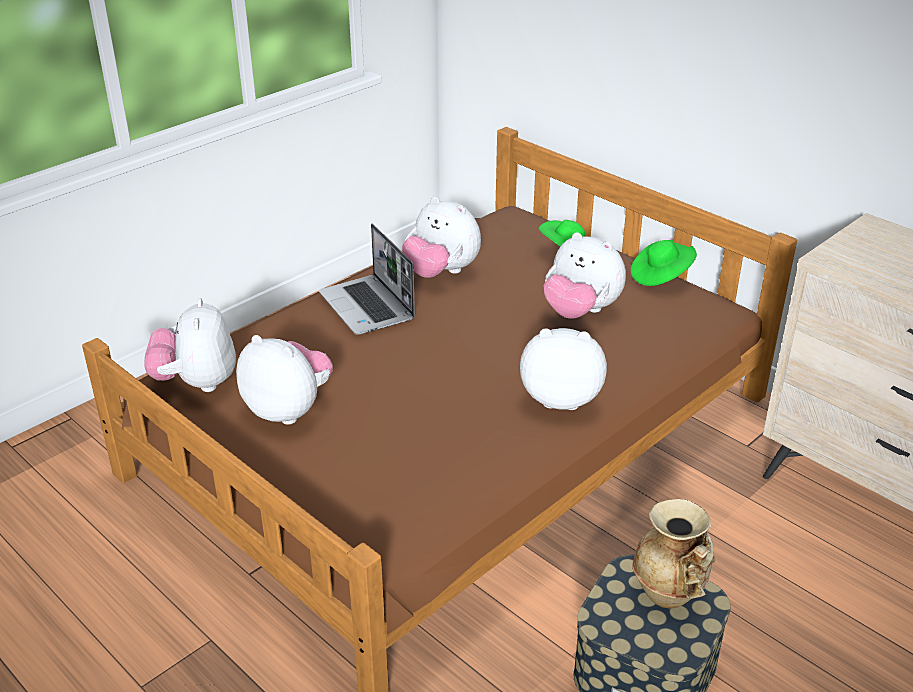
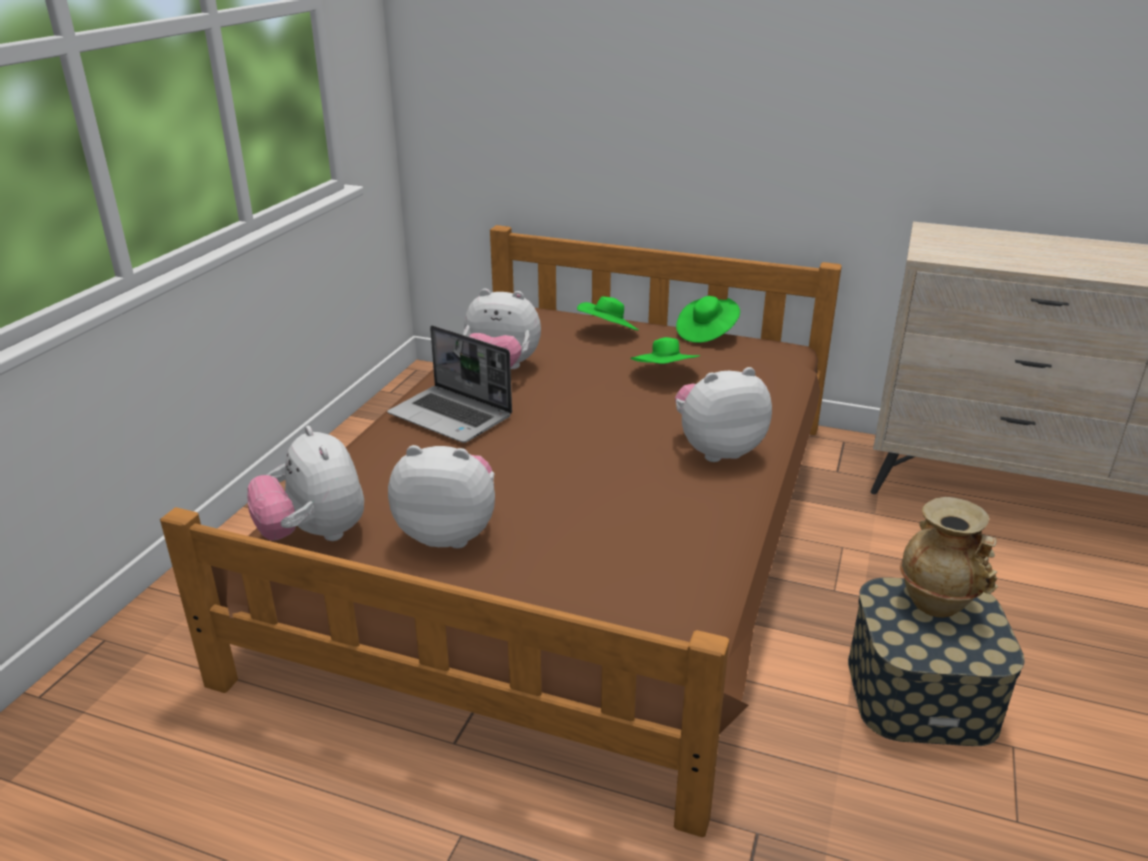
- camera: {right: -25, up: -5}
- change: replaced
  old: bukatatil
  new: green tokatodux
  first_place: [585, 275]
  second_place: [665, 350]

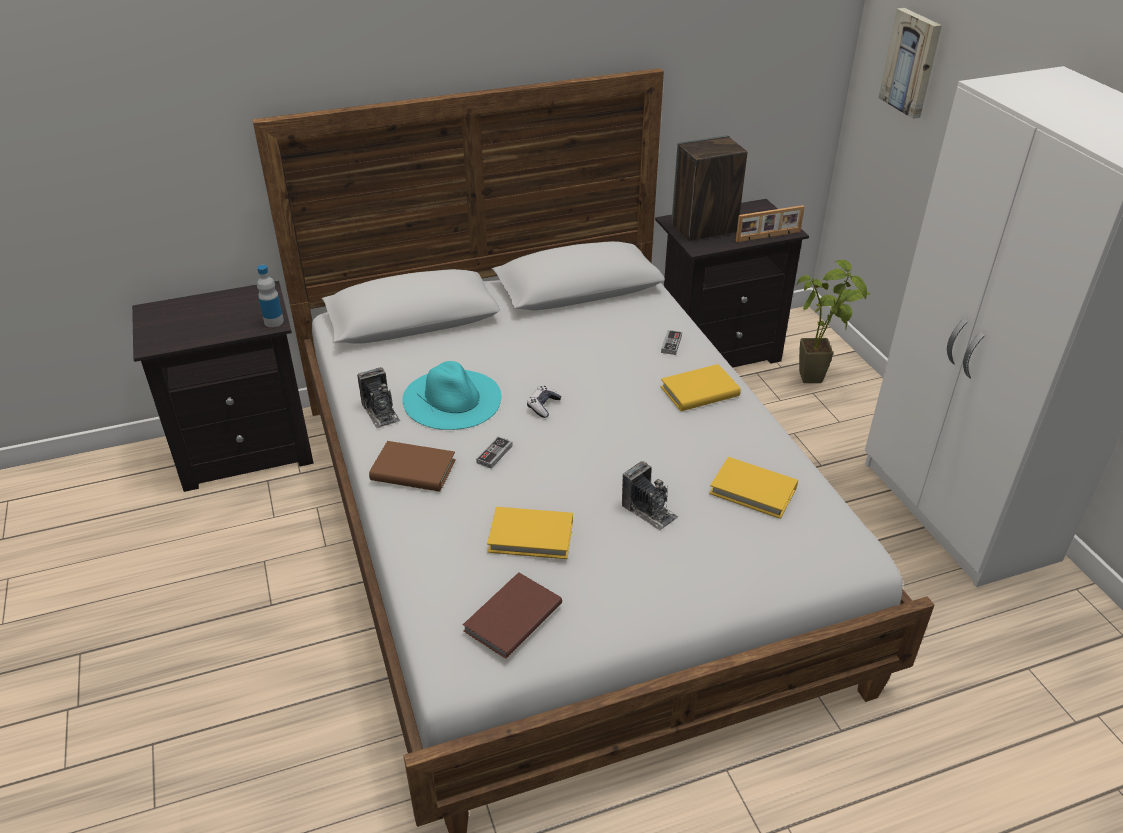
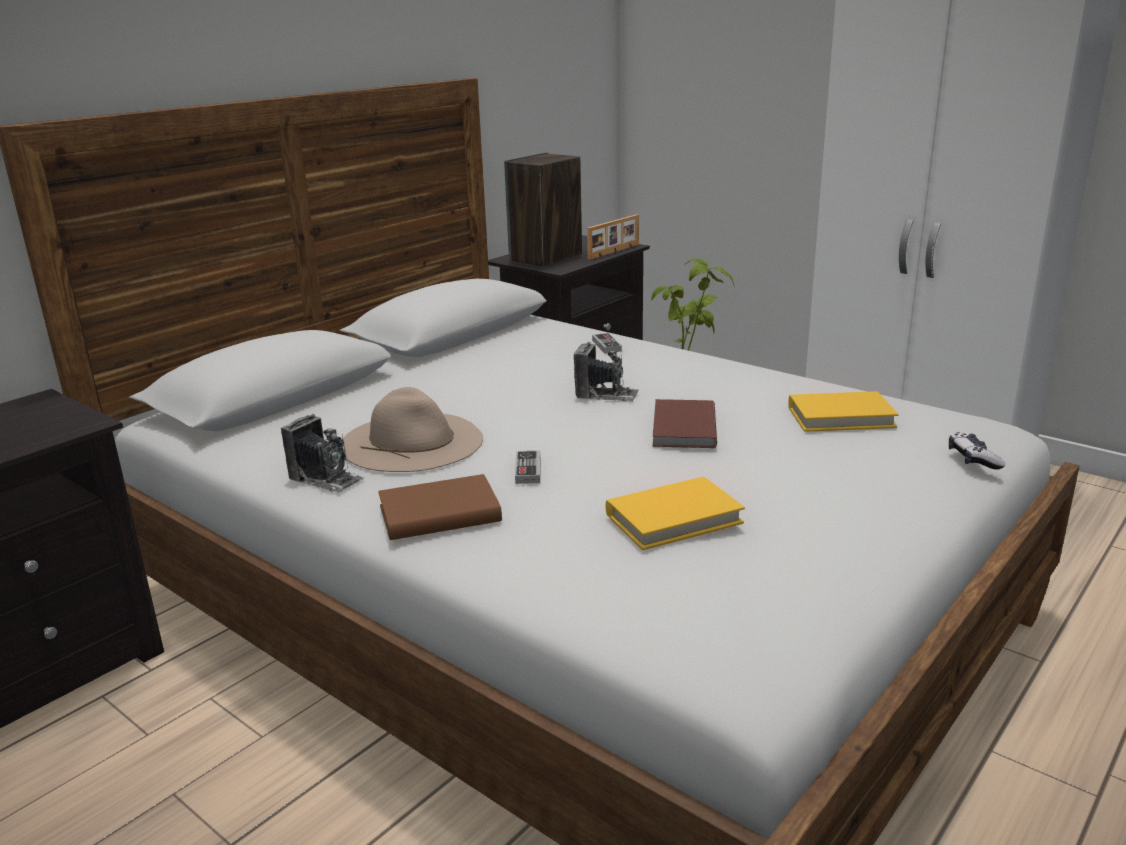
- camera: {right: -30, up: -15}
- change: removed
  old: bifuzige
  first_place: [270, 296]
- change: removed
  old: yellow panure
  first_place: [700, 387]
- change: removed
  old: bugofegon
  first_place: [910, 63]
- change: moved
  old: brown panure
  first_place: [512, 615]
  second_place: [684, 423]
- change: moved
  old: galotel
  first_place: [544, 402]
  second_place: [977, 450]
- change: moved
  old: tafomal
  first_place: [650, 496]
  second_place: [606, 372]
- change: recoloured
  old: turquoise tokatodux
  new: beige tokatodux
  first_place: [451, 395]
  second_place: [412, 429]

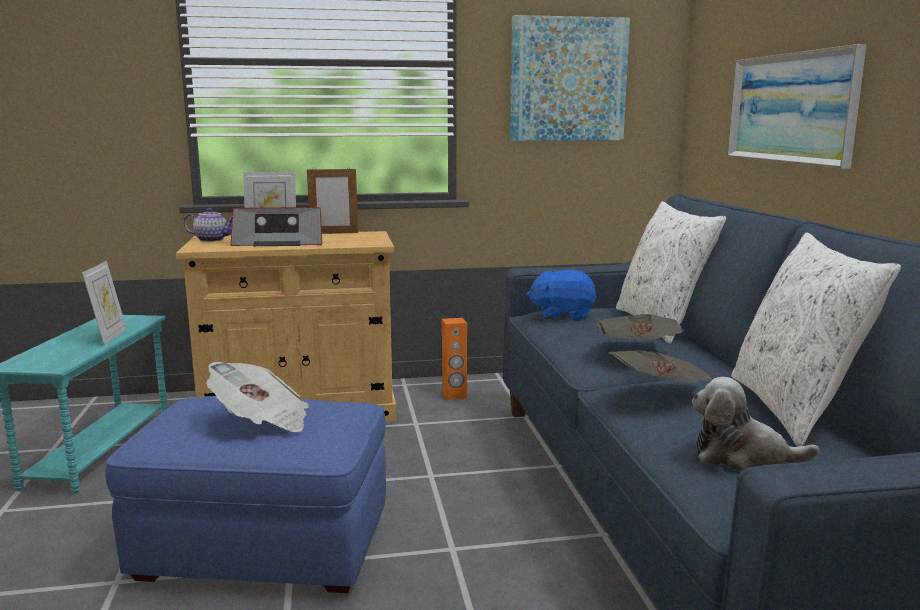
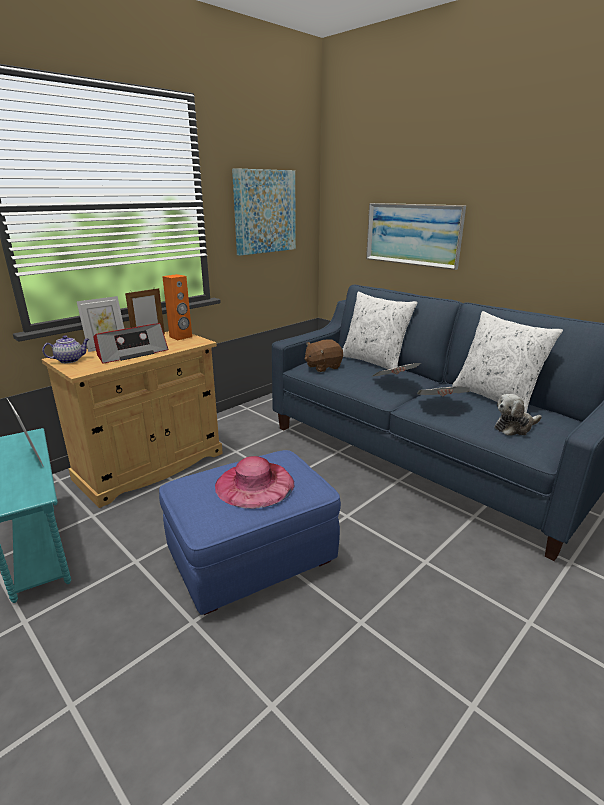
- camera: {right: -35, up: 10}
- change: moved
  old: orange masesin
  first_place: [454, 359]
  second_place: [177, 307]
- change: replaced
  old: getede
  new: pink tokatodux
  first_place: [257, 397]
  second_place: [254, 482]
- change: recoloured
  old: blue bukatatil
  new: brown bukatatil
  first_place: [561, 295]
  second_place: [324, 355]

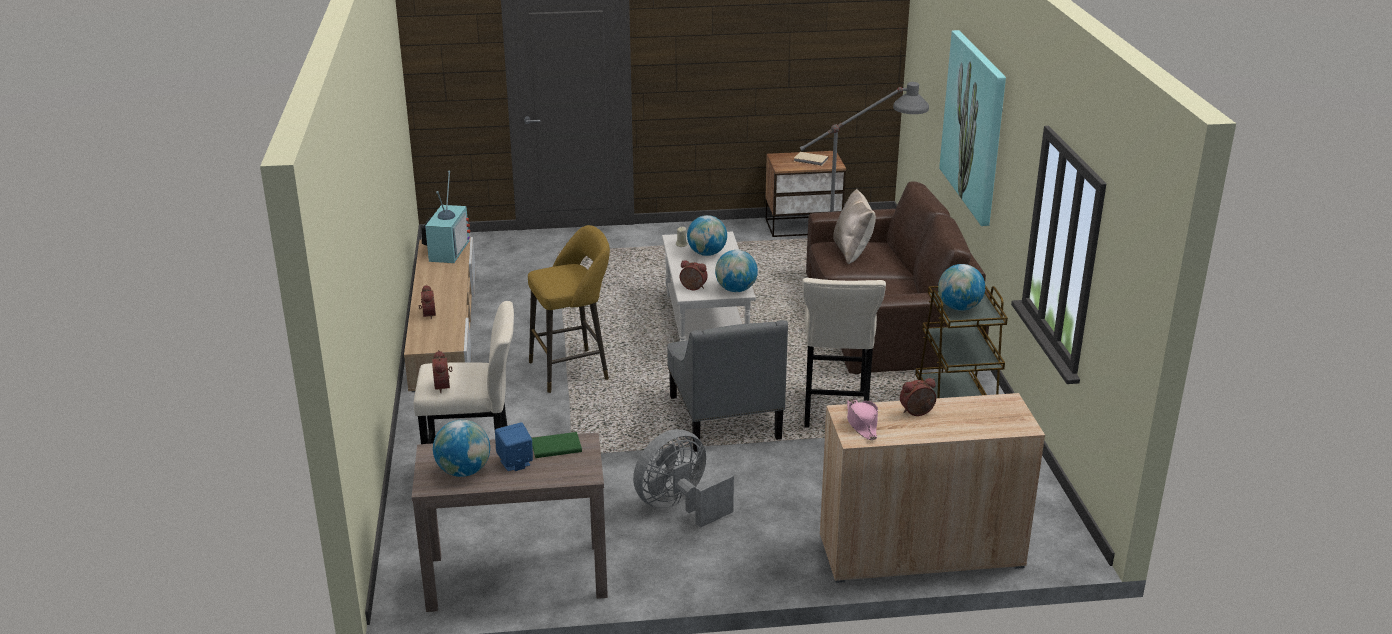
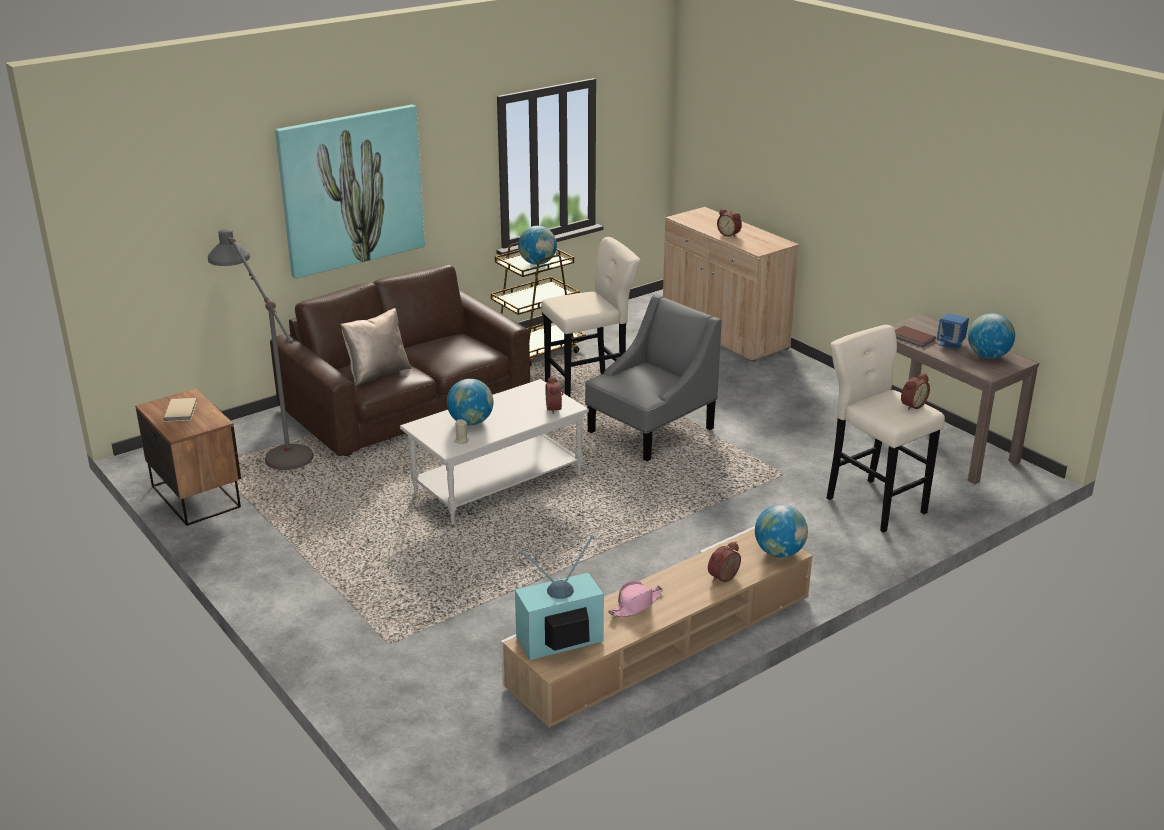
- camera: {right: -120, up: 0}
- change: removed
  old: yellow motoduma
  first_place: [569, 309]
- change: removed
  old: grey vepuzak
  first_place: [683, 478]
- change: moved
  old: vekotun
  first_place: [736, 271]
  second_place: [781, 530]
- change: moved
  old: pink tokatodux
  first_place: [862, 419]
  second_place: [635, 599]
- change: recoloured
  old: green panure
  new: brown panure
  first_place: [557, 445]
  second_place: [915, 336]

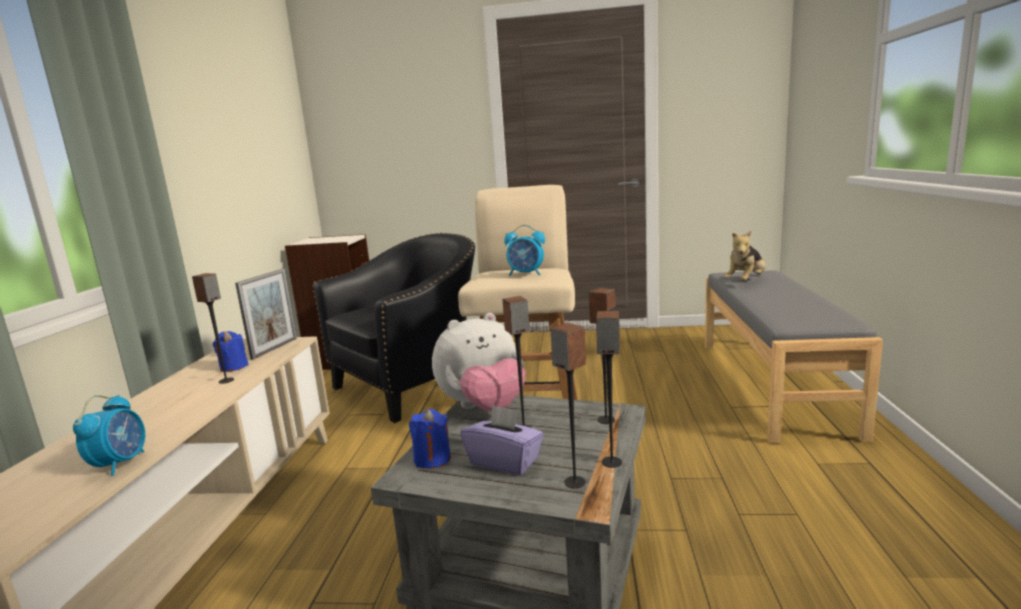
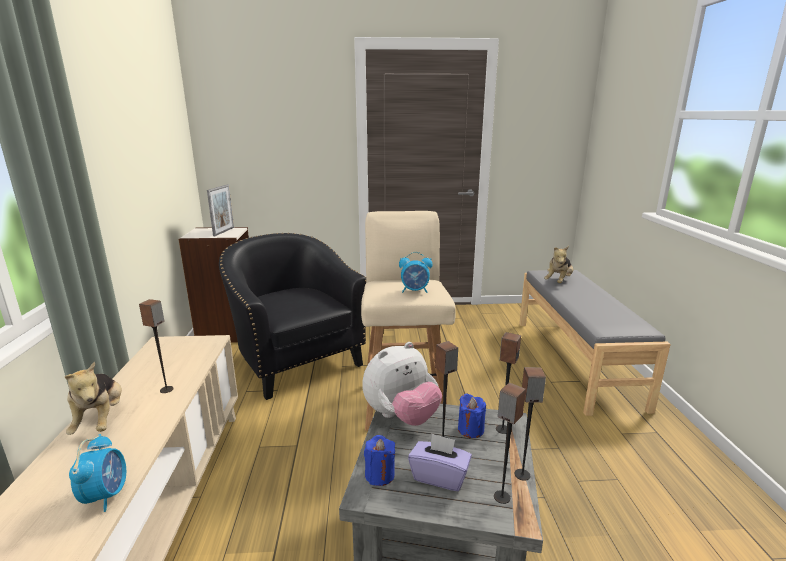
- camera: {right: -10, up: 5}
- change: added
  new: bukatatil
  second_place: [93, 398]
- change: moved
  old: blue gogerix
  first_place: [231, 351]
  second_place: [472, 415]
- change: moved
  old: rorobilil
  first_place: [266, 314]
  second_place: [220, 210]
- change: turned
  old: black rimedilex
  first_place: [394, 328]
  second_place: [292, 316]
  degrees: -75

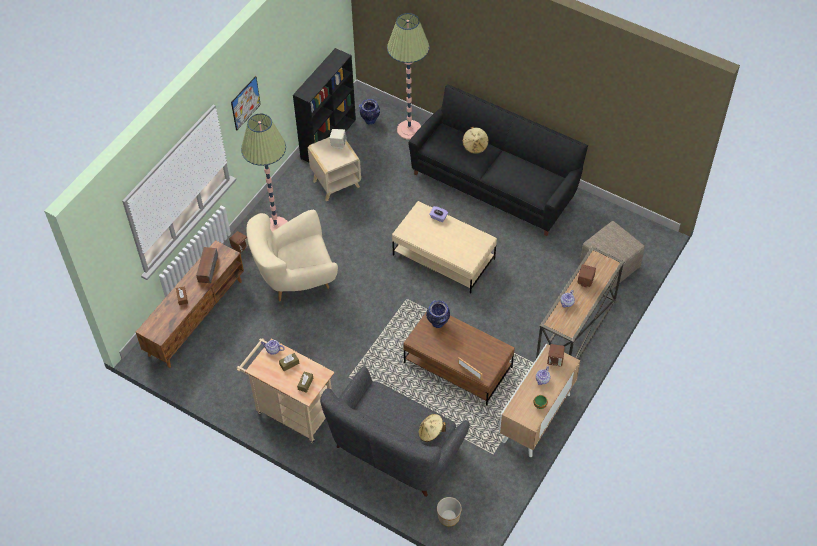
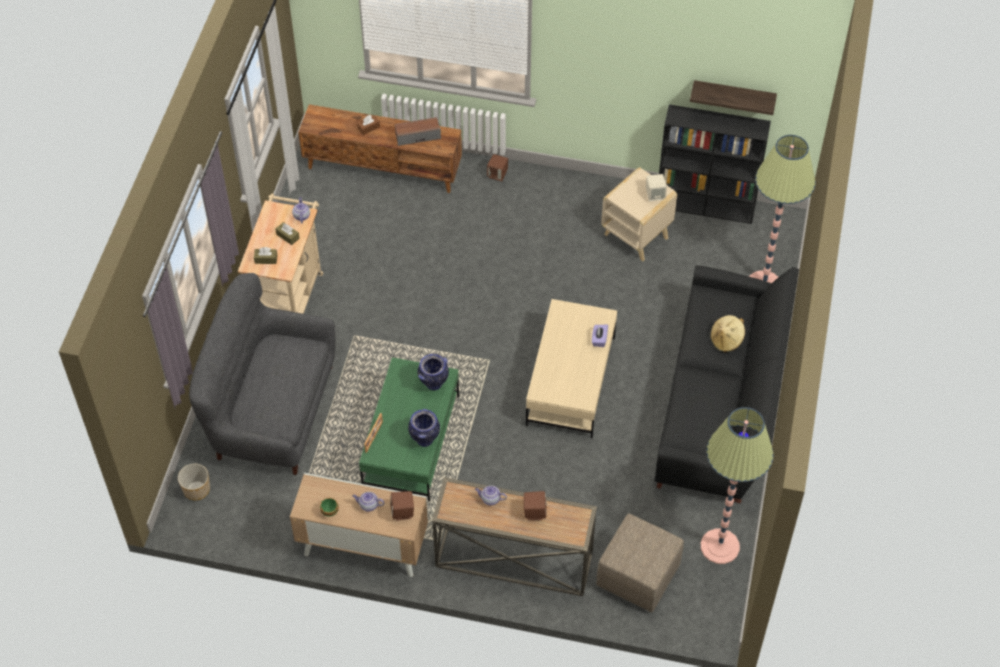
- camera: {right: 70, up: 0}
- change: removed
  old: bugofegon
  first_place: [246, 103]
- change: removed
  old: beige rimedilex
  first_place: [292, 256]
- change: removed
  old: beige tokatodux
  first_place: [432, 428]
- change: added
  new: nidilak
  second_place: [733, 97]
- change: moved
  old: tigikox
  first_place: [264, 172]
  second_place: [737, 485]
- change: moved
  old: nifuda
  first_place: [369, 112]
  second_place: [424, 428]
- change: recoloured
  old: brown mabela
  new: green mabela
  first_place: [459, 358]
  second_place: [409, 429]

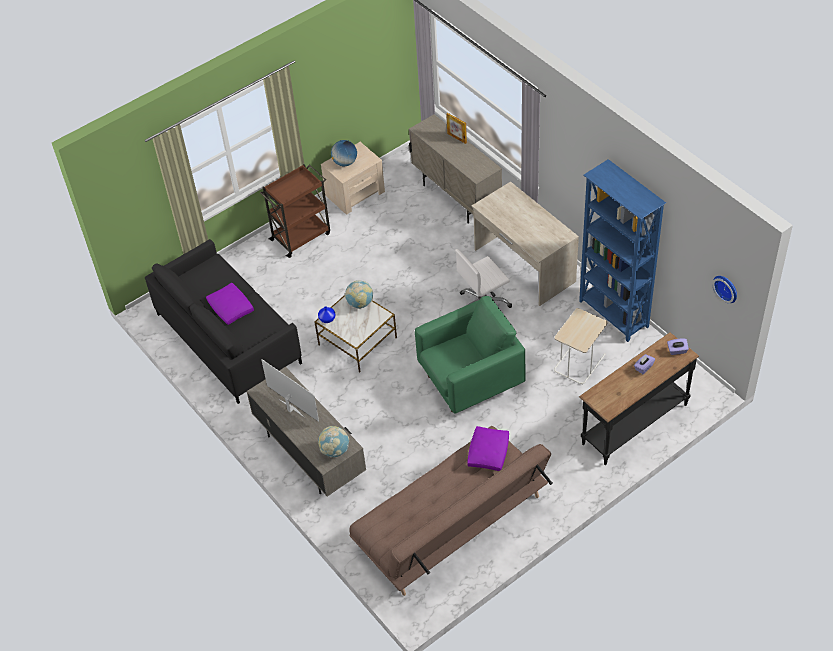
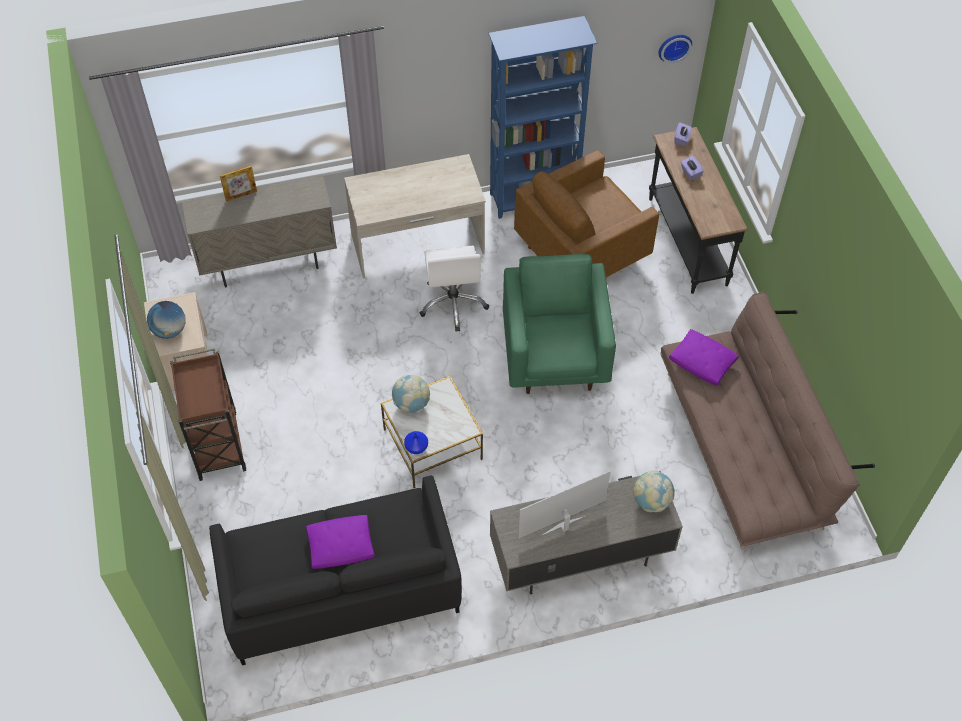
- camera: {right: -70, up: 5}
- change: replaced
  old: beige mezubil
  new: brown rimedilex
  first_place: [581, 346]
  second_place: [586, 213]

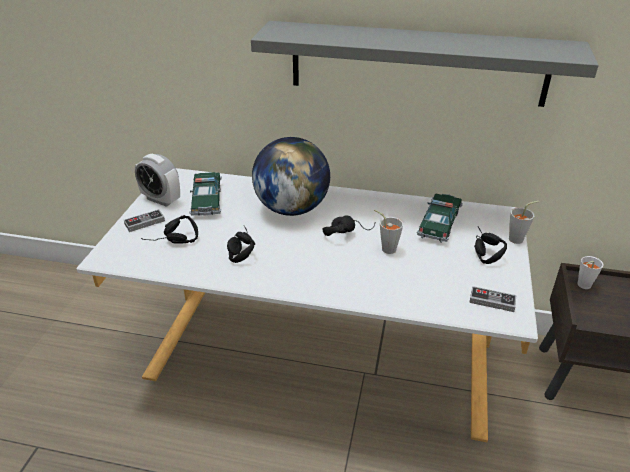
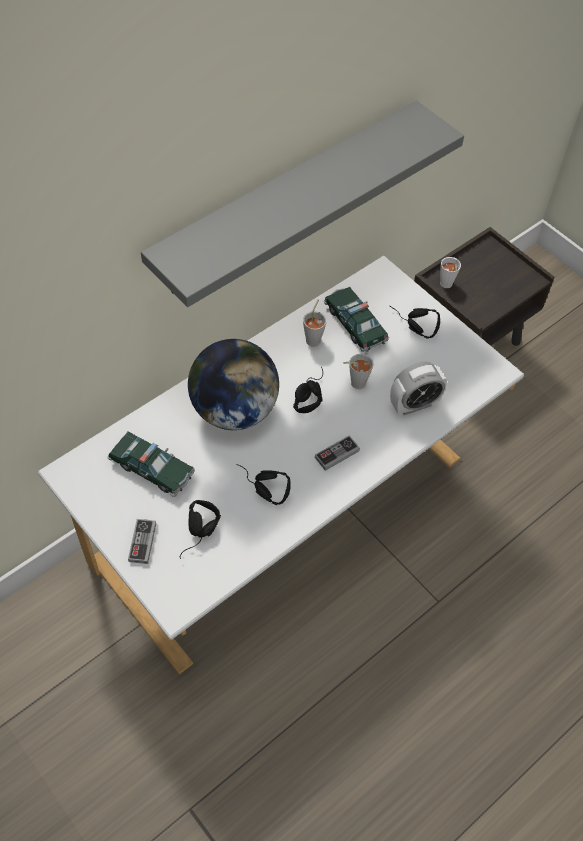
- camera: {right: -55, up: 20}
- change: moved
  old: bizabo
  first_place: [157, 180]
  second_place: [418, 388]
- change: moved
  old: galotel
  first_place: [492, 299]
  second_place: [337, 453]
- change: moved
  old: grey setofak
  first_place: [524, 222]
  second_place: [314, 323]

